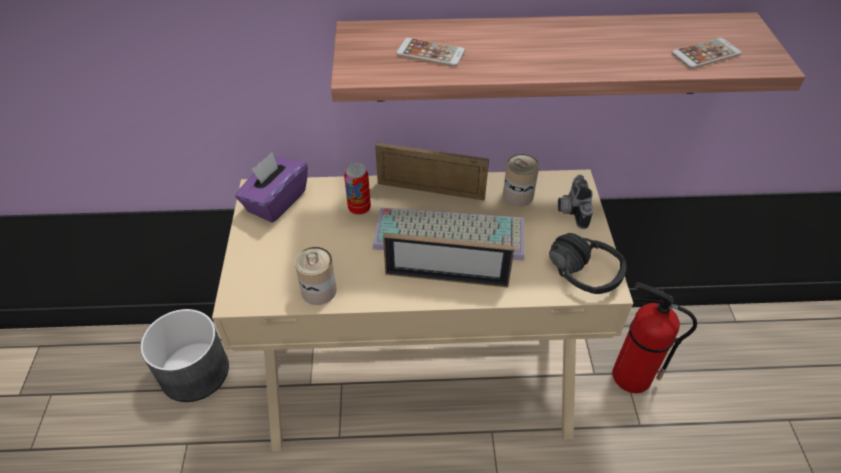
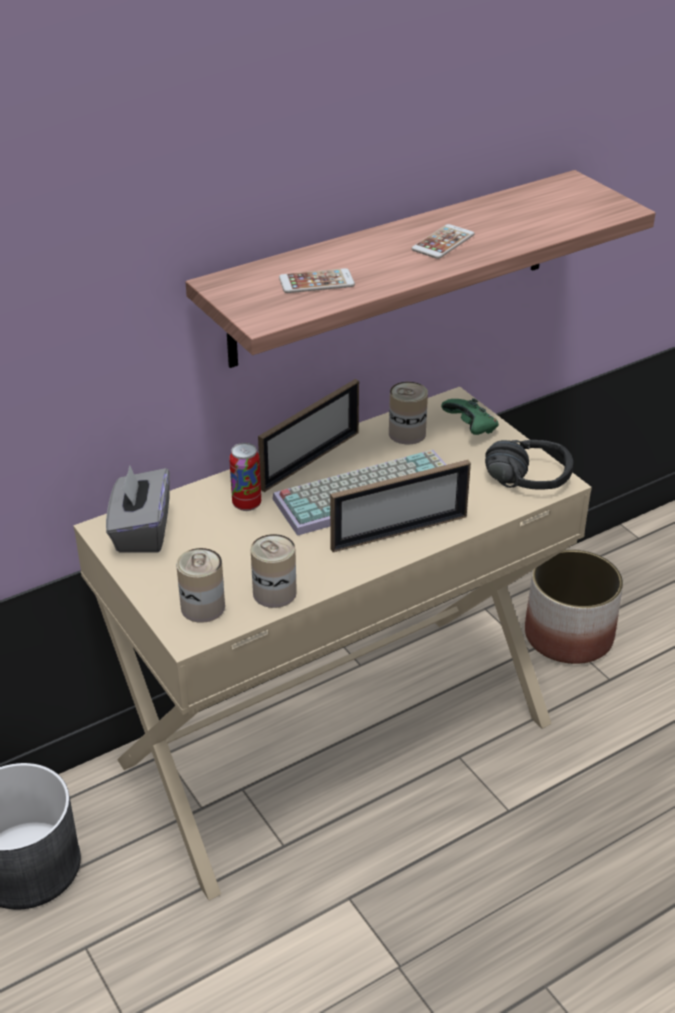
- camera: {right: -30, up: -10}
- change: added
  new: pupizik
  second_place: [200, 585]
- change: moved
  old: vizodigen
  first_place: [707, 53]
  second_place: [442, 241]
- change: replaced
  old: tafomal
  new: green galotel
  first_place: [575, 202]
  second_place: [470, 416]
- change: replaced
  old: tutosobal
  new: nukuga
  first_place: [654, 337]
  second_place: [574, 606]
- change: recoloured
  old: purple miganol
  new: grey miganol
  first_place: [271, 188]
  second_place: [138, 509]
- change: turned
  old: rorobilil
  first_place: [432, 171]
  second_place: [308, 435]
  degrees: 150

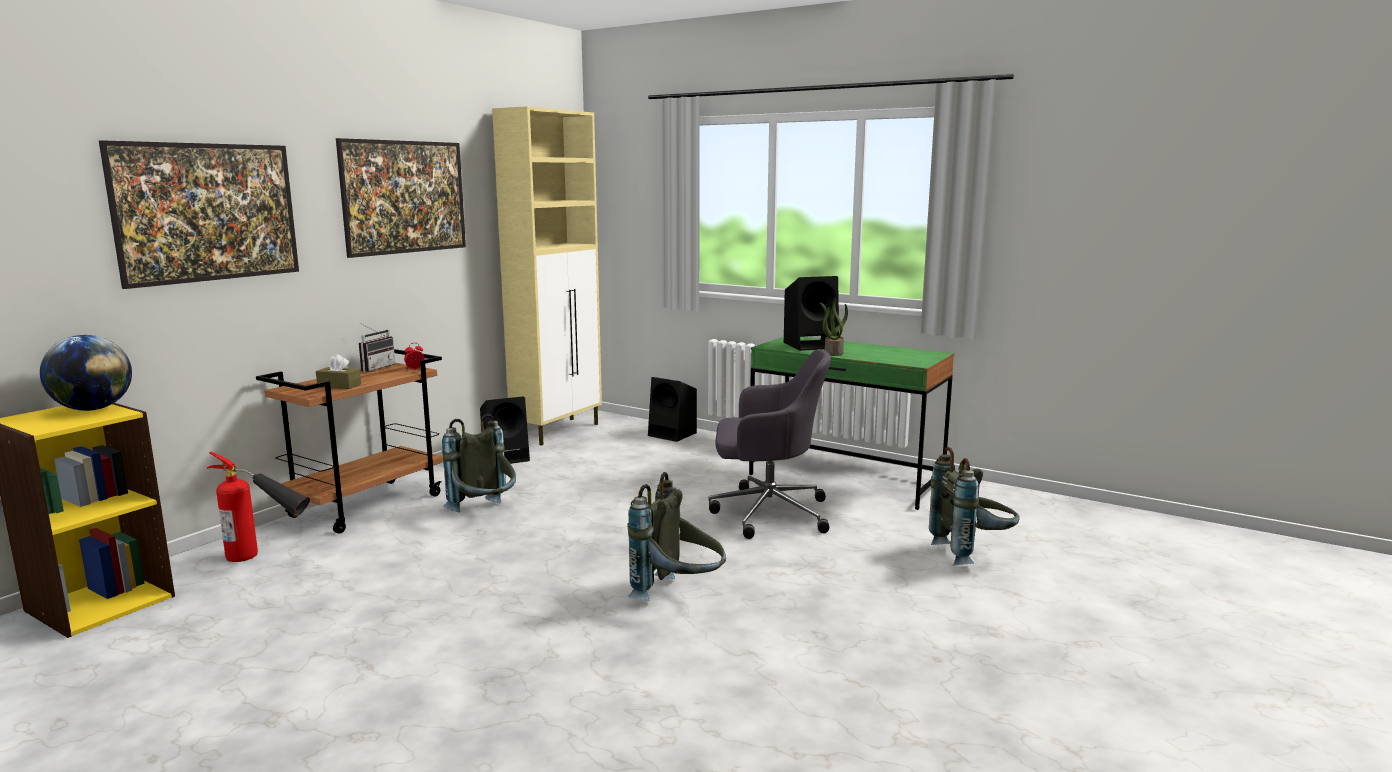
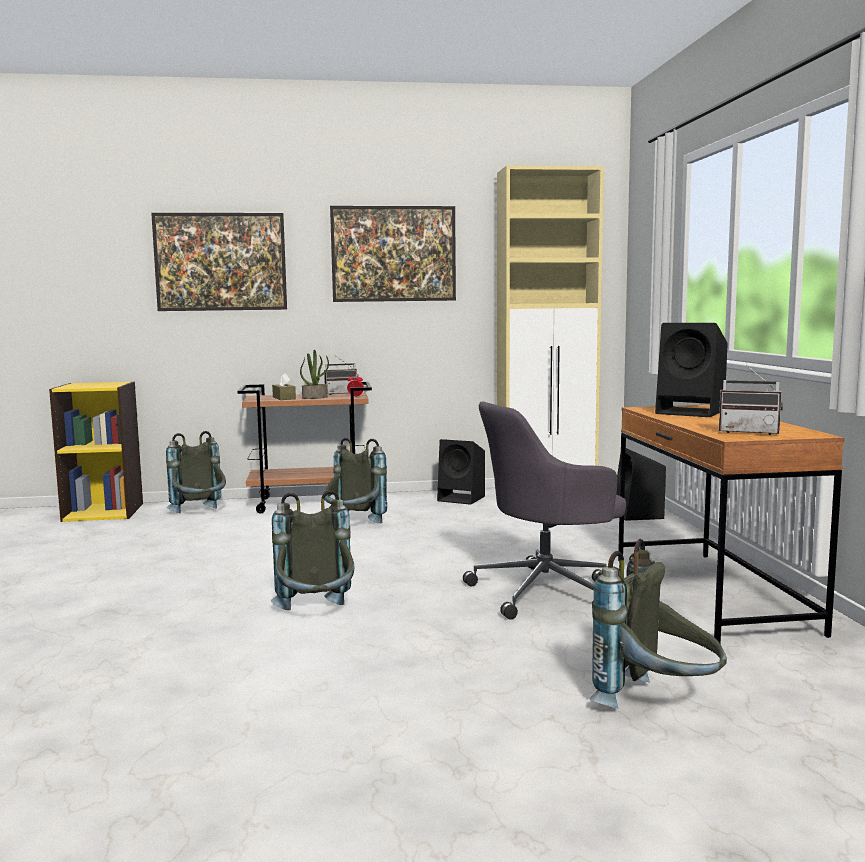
- camera: {right: 50, up: -5}
- change: removed
  old: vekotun
  first_place: [86, 373]
- change: added
  new: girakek
  second_place: [751, 400]
- change: moved
  old: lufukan
  first_place: [834, 327]
  second_place: [314, 374]
- change: replaced
  old: tutosobal
  new: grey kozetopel
  first_place: [258, 506]
  second_place: [196, 472]
- change: recoloured
  old: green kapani
  new: brown kapani
  first_place: [851, 423]
  second_place: [731, 524]
- change: turned
  old: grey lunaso
  first_place: [769, 444]
  second_place: [544, 511]
  degrees: 105

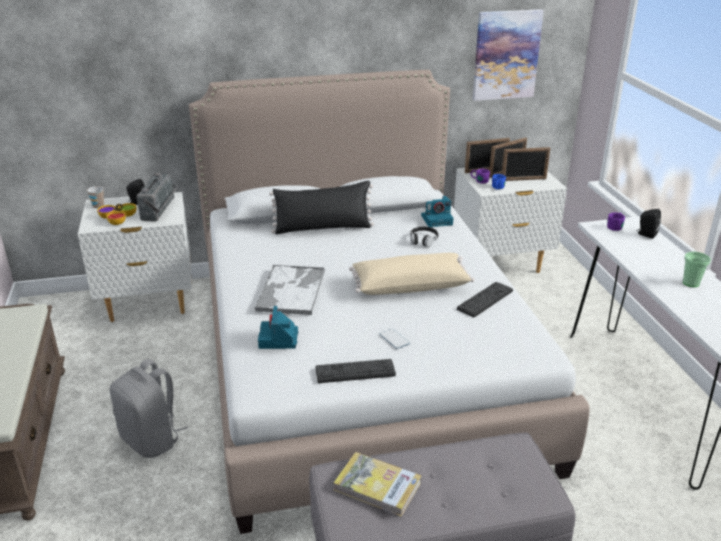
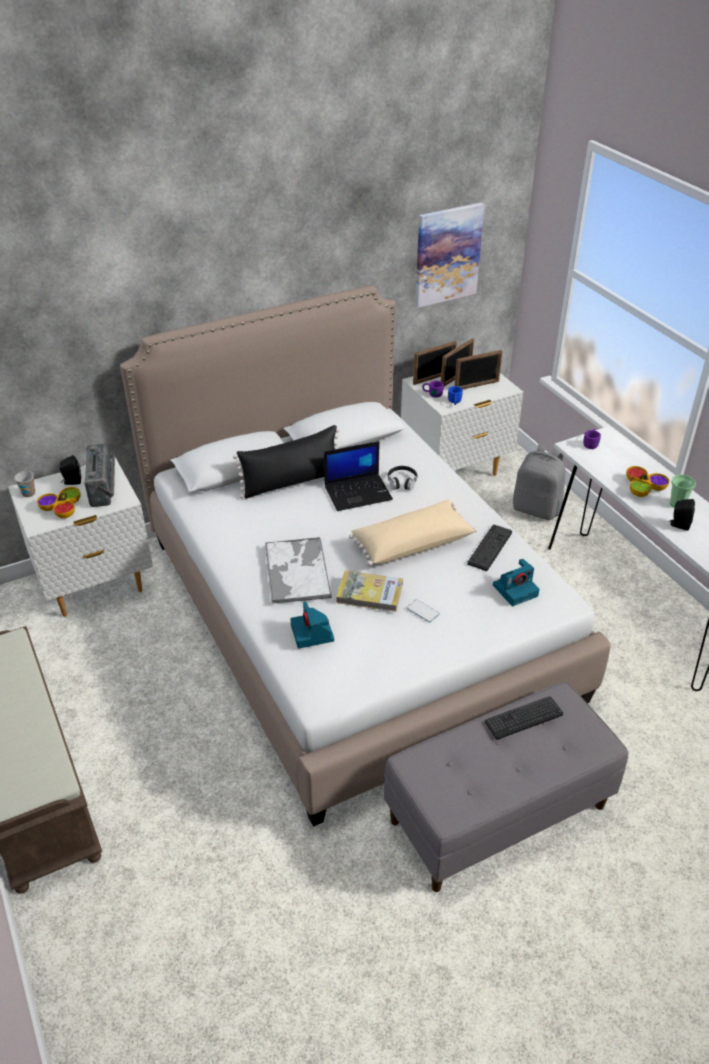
- camera: {right: -15, up: 10}
- change: added
  new: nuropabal
  second_place: [358, 476]
- change: added
  new: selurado
  second_place: [647, 481]
- change: moved
  old: grey kozetopel
  first_place: [149, 408]
  second_place: [539, 482]
- change: moved
  old: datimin
  first_place: [355, 371]
  second_place: [524, 718]
- change: moved
  old: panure
  first_place: [377, 484]
  second_place: [369, 591]
- change: moved
  old: tafomal
  first_place: [437, 211]
  second_place: [516, 582]
- change: moved
  old: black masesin
  first_place: [648, 224]
  second_place: [681, 515]

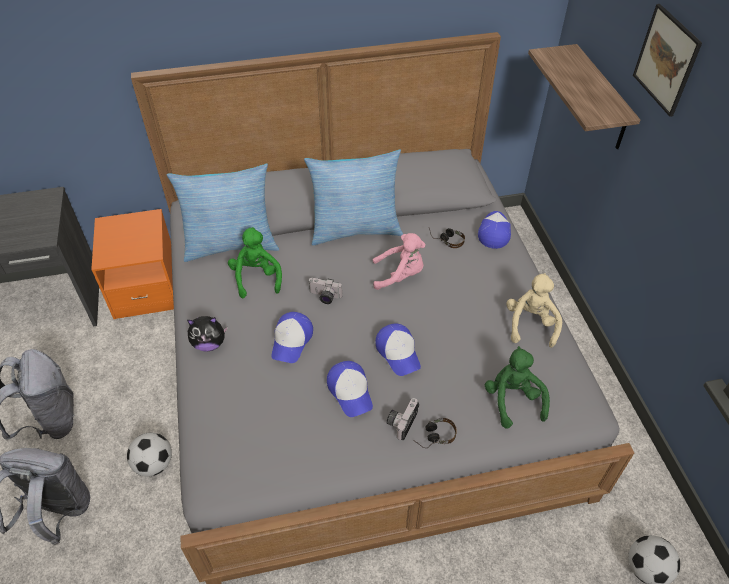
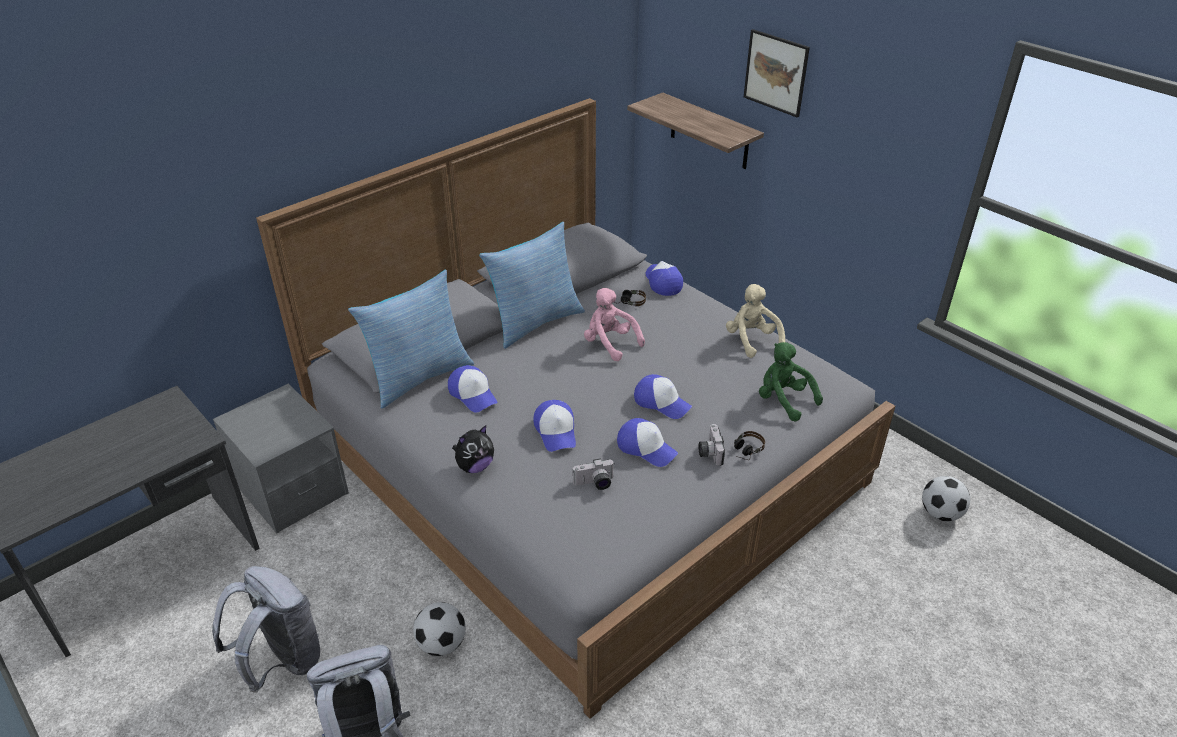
- camera: {right: -30, up: -10}
- change: moved
  old: tafomal
  first_place: [325, 291]
  second_place: [593, 474]
- change: replaced
  old: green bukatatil
  new: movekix
  first_place: [255, 262]
  second_place: [472, 389]
- change: recoloured
  old: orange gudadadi
  new: grey gudadadi
  first_place: [132, 264]
  second_place: [281, 458]
- change: turned
  old: pink bukatatil
  first_place: [399, 261]
  second_place: [614, 324]
  degrees: -105

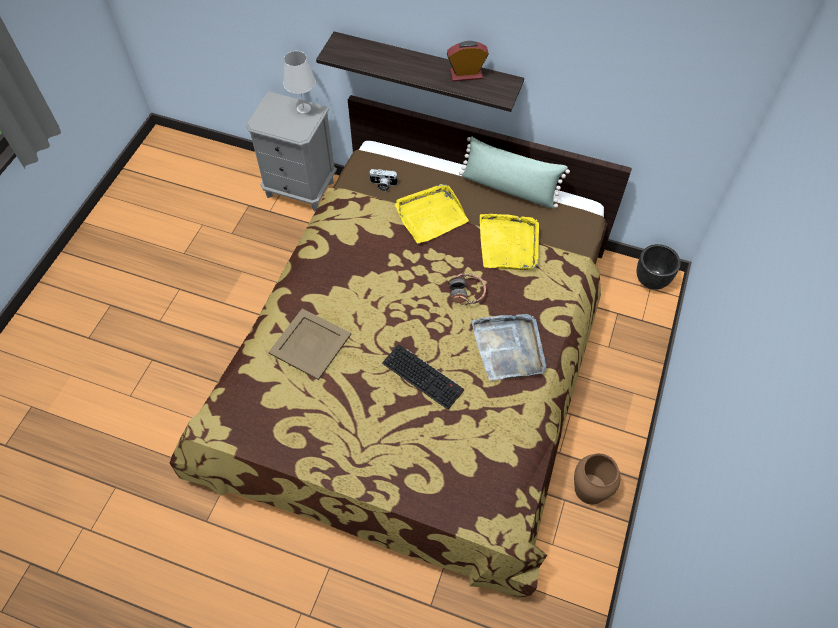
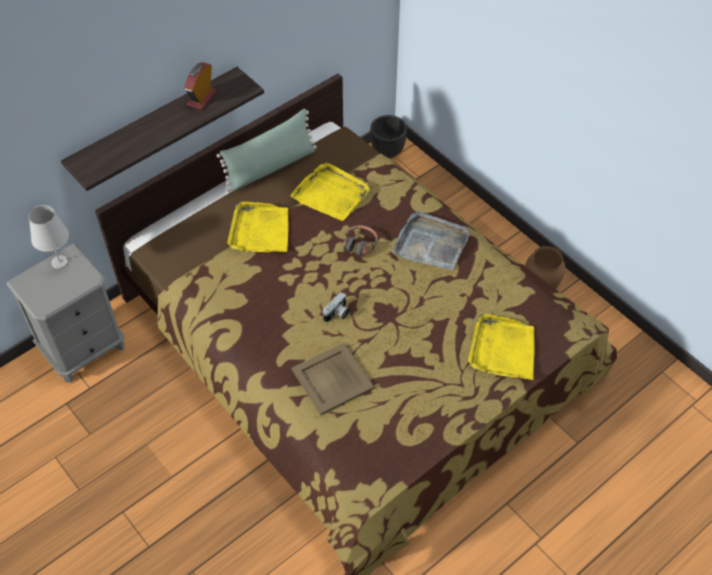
- camera: {right: -60, up: -5}
- change: removed
  old: datimin
  first_place: [423, 377]
- change: added
  new: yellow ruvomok
  second_place: [501, 346]
- change: moved
  old: tafomal
  first_place: [383, 180]
  second_place: [336, 307]

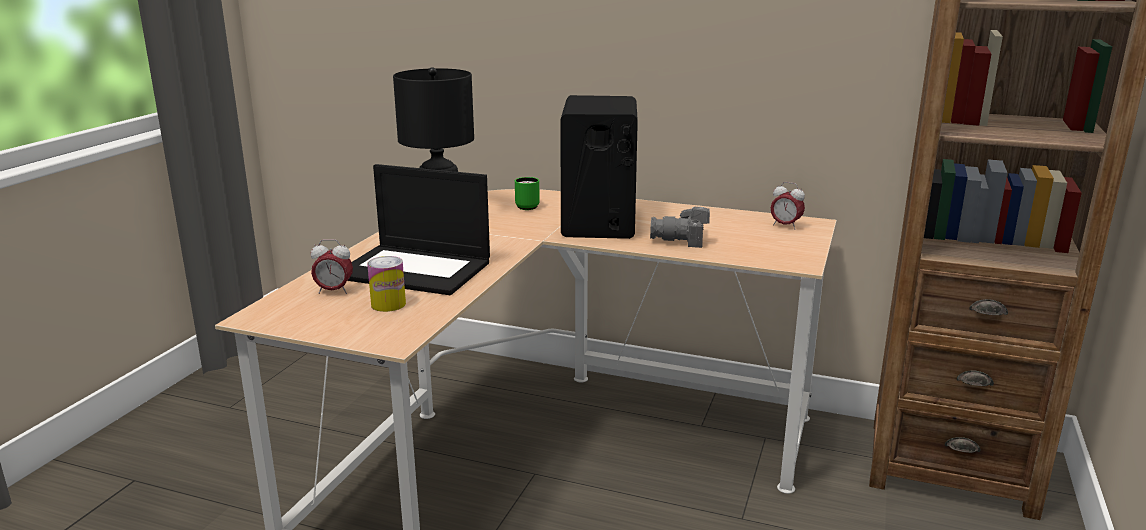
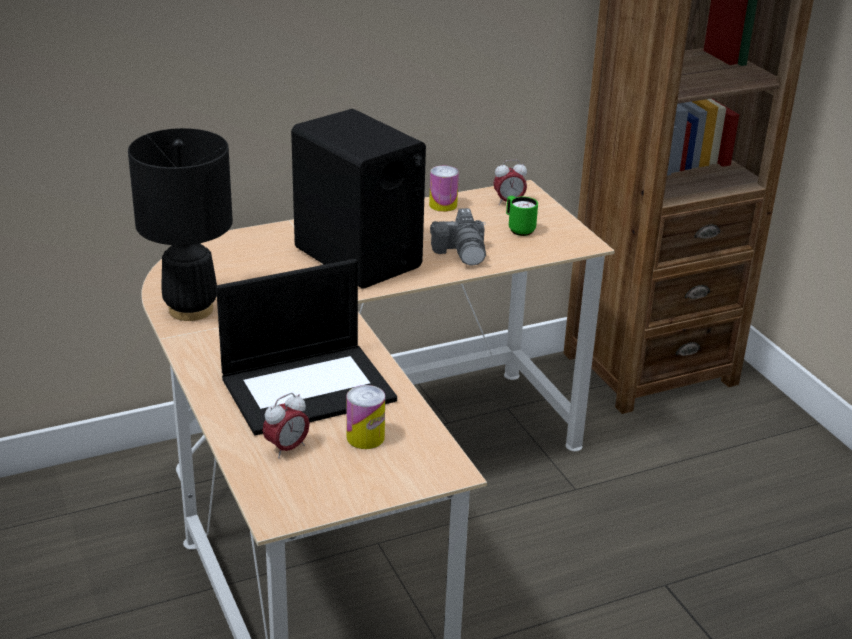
- camera: {right: -45, up: 10}
- change: added
  new: pupizik
  second_place: [444, 189]
- change: moved
  old: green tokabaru
  first_place: [527, 193]
  second_place: [522, 216]
- change: turned
  old: tafomal
  first_place: [680, 227]
  second_place: [458, 237]
  degrees: -60

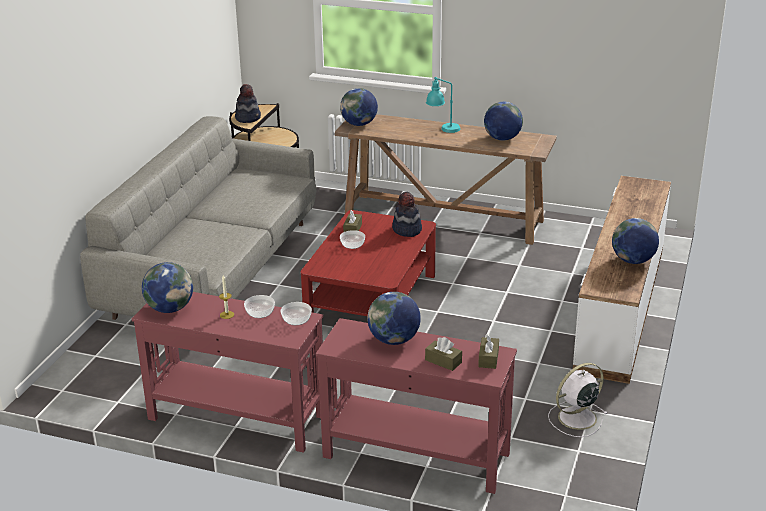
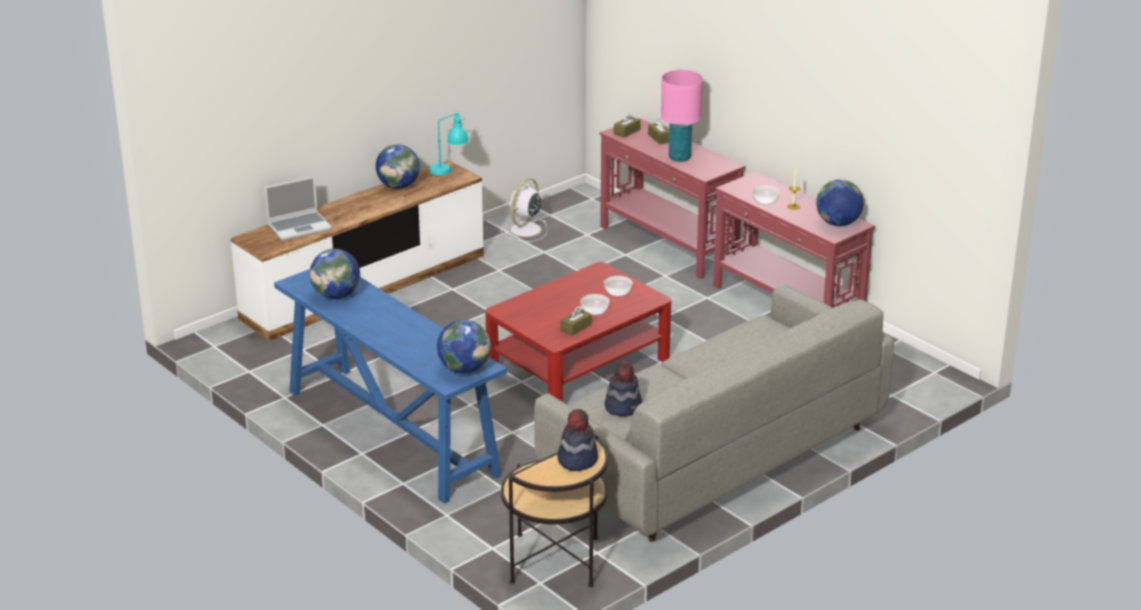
- camera: {right: -150, up: 0}
- change: added
  new: nuropabal
  second_place: [298, 208]
- change: moved
  old: selurado
  first_place: [296, 313]
  second_place: [618, 286]
- change: moved
  old: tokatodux
  first_place: [407, 214]
  second_place: [623, 389]
- change: moved
  old: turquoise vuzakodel
  first_place: [443, 105]
  second_place: [449, 143]
- change: replaced
  old: vekotun
  new: pink vuzakodel
  first_place: [394, 318]
  second_place: [682, 116]
- change: recoloured
  old: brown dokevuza
  new: blue dokevuza
  first_place: [446, 179]
  second_place: [390, 386]
- change: turned
  old: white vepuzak
  first_place: [578, 400]
  second_place: [524, 210]
  degrees: 120

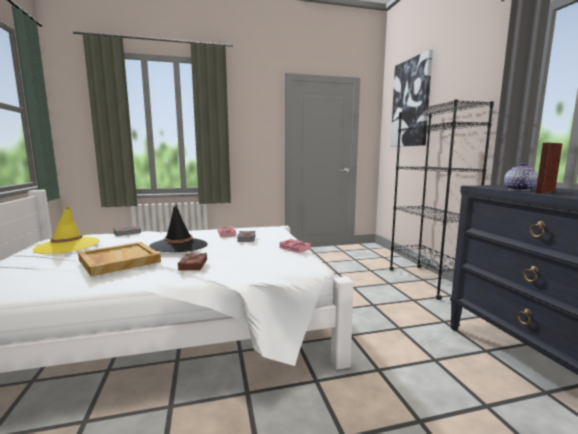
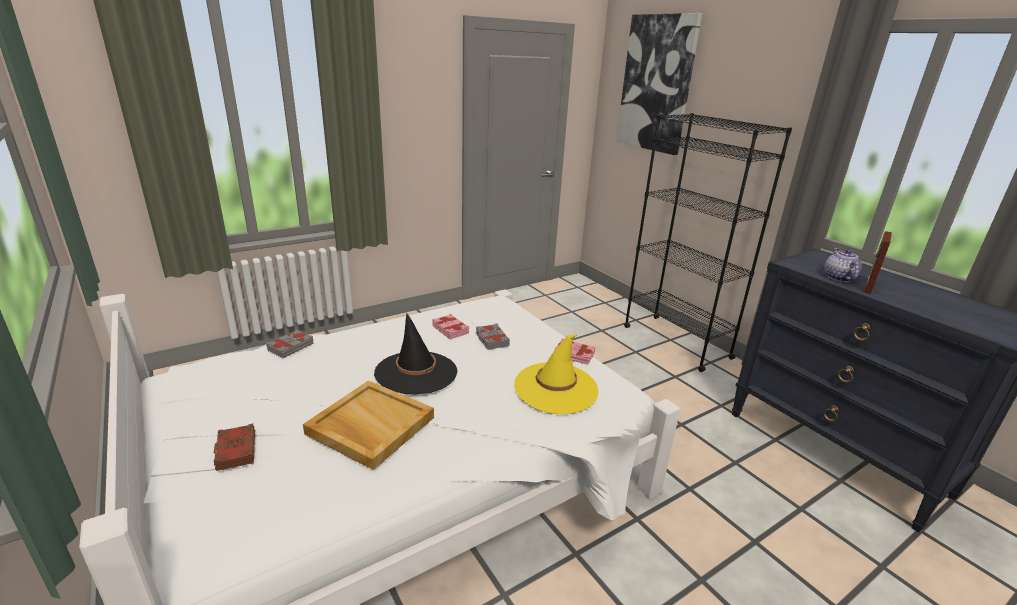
- camera: {right: -20, up: 15}
- change: moved
  old: yellow tokatodux
  first_place: [66, 230]
  second_place: [556, 374]
- change: moved
  old: brown panure
  first_place: [192, 262]
  second_place: [234, 447]

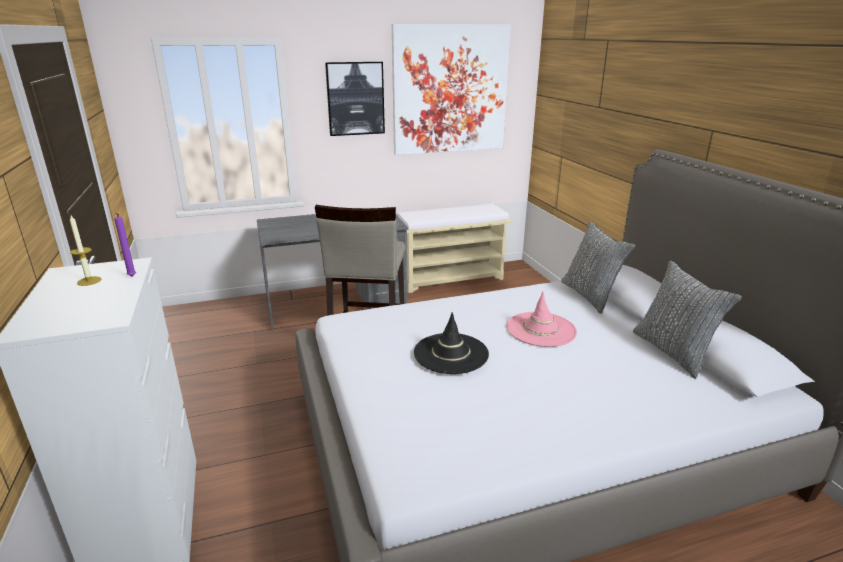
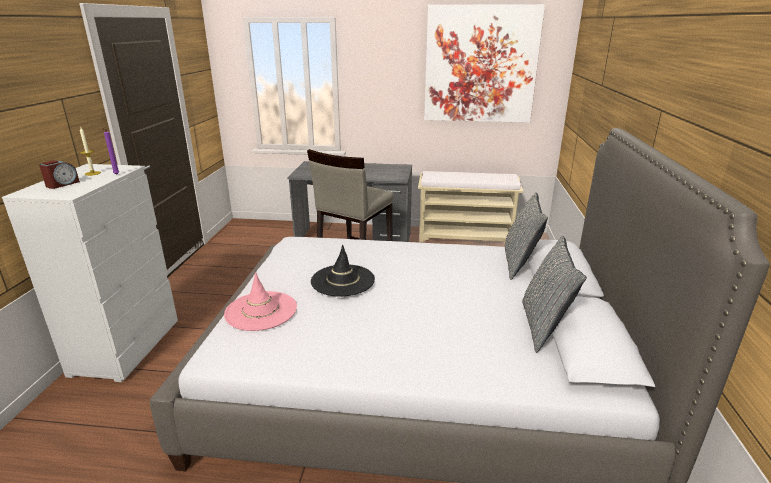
- camera: {right: 25, up: 0}
- change: removed
  old: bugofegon
  first_place: [355, 99]
- change: added
  new: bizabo
  second_place: [59, 174]
- change: moved
  old: pink tokatodux
  first_place: [542, 319]
  second_place: [260, 301]

